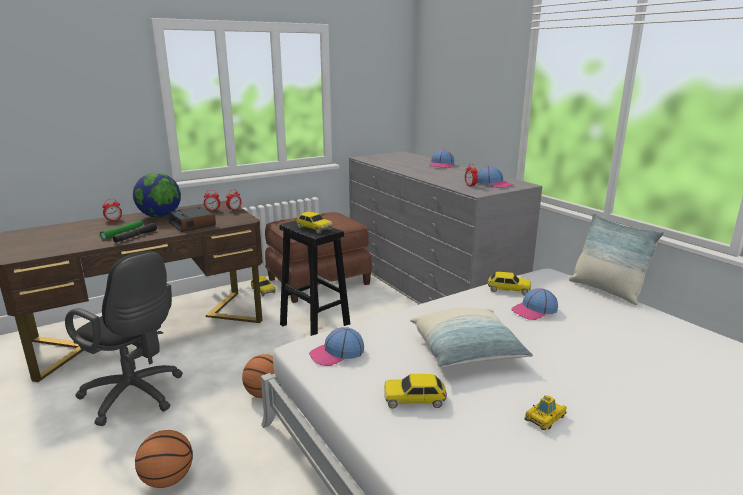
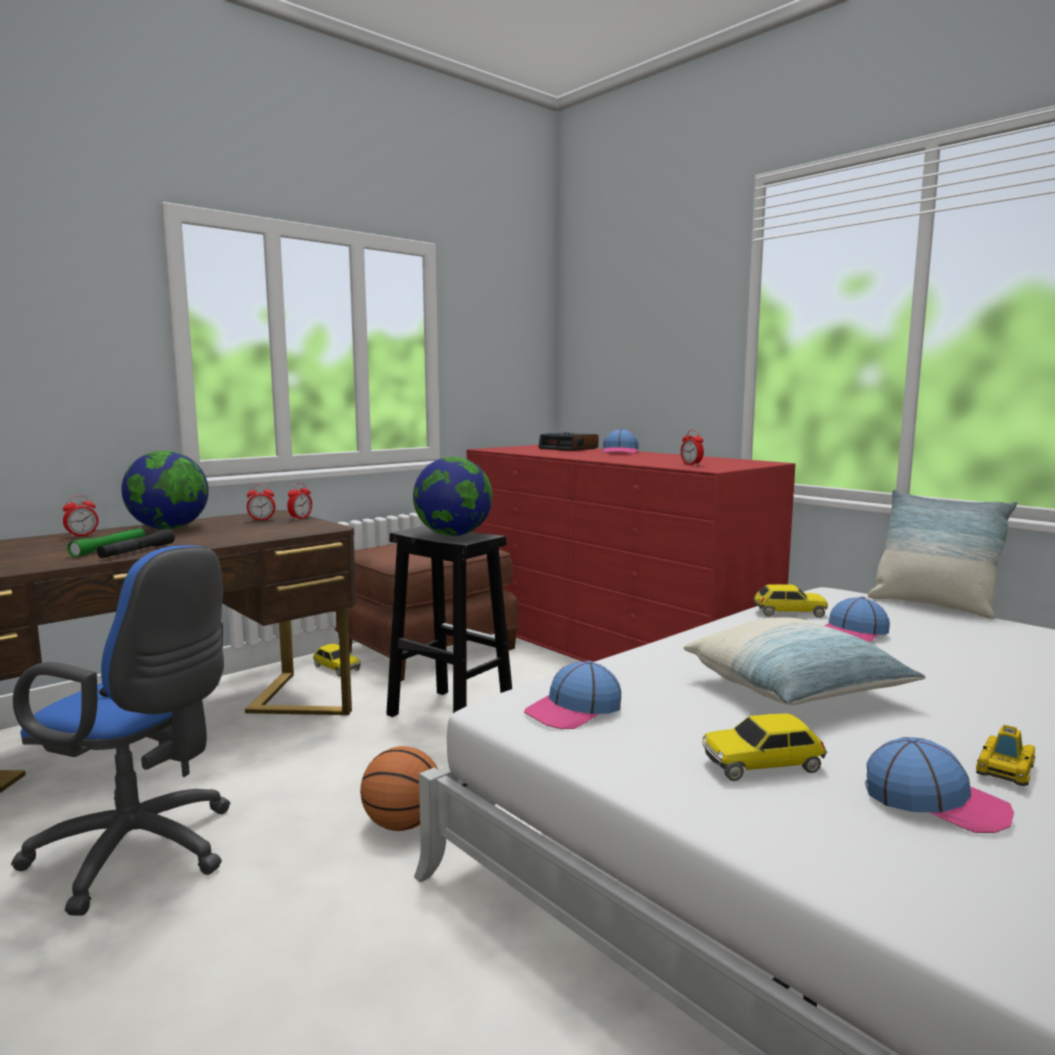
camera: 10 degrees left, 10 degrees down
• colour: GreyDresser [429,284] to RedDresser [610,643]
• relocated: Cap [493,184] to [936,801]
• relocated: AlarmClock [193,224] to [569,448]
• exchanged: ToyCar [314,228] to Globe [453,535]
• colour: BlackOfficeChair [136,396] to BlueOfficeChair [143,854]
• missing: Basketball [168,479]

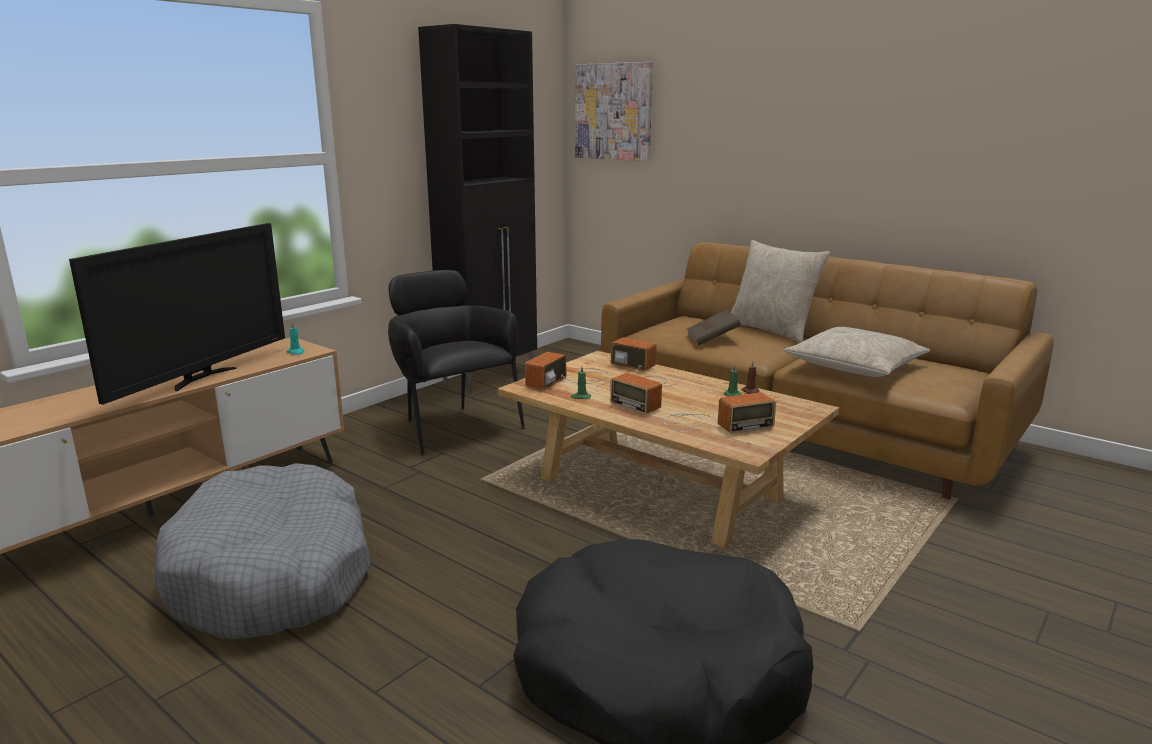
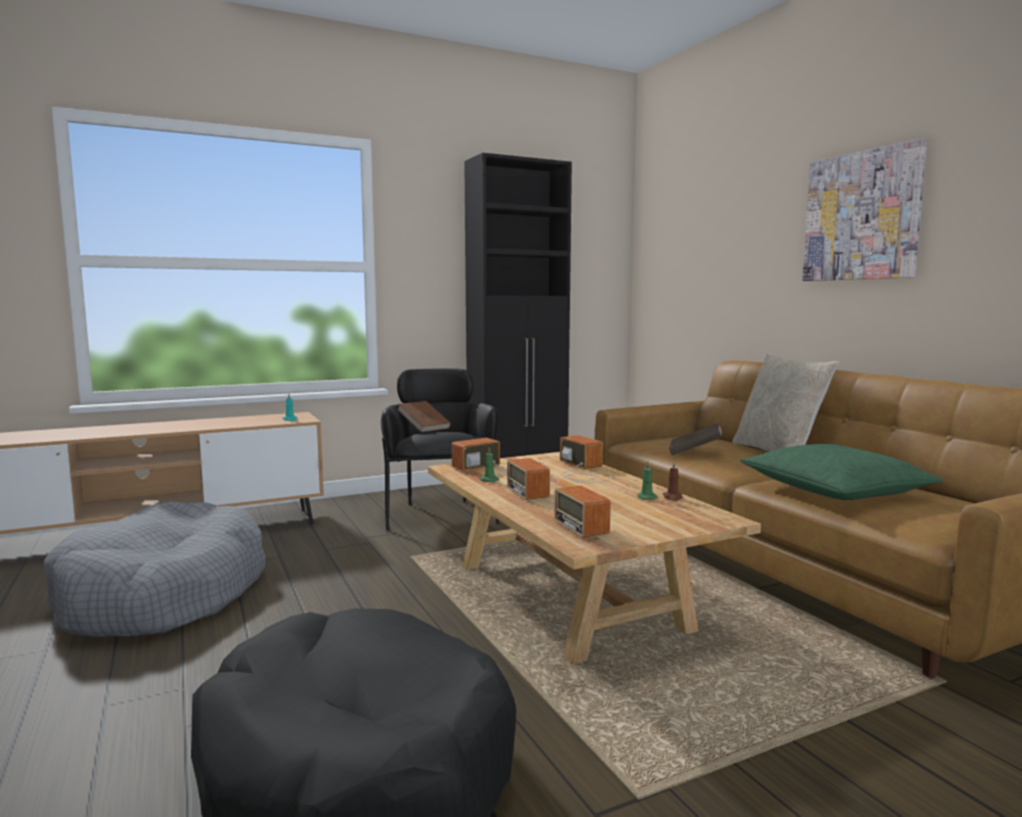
camera: 25 degrees right, 10 degrees down
• relocated: Picture [613,112] to [861,216]
• missing: Television [202,378]
• colour: BeigePillow [855,366] to GreenPillow [834,490]
• spun: Radio [713,424] = [584,517] 60 degrees clockwise
• appeared: BrownBook [424,428]

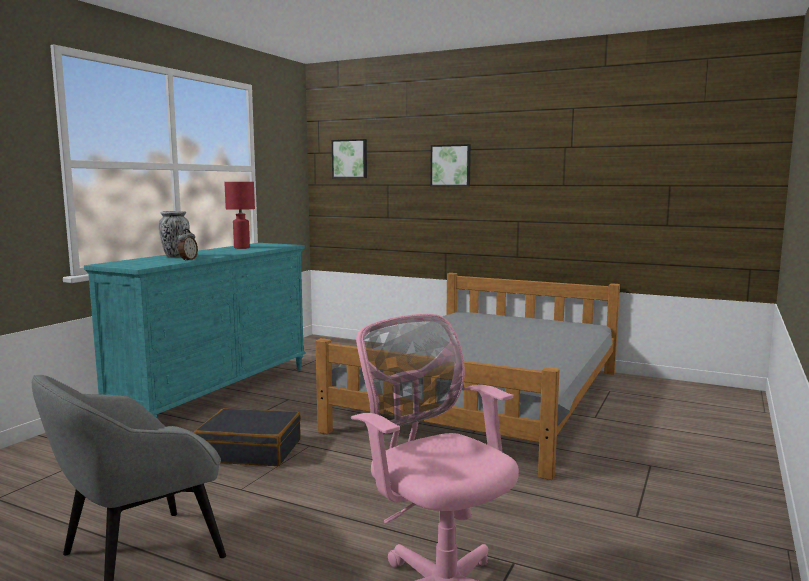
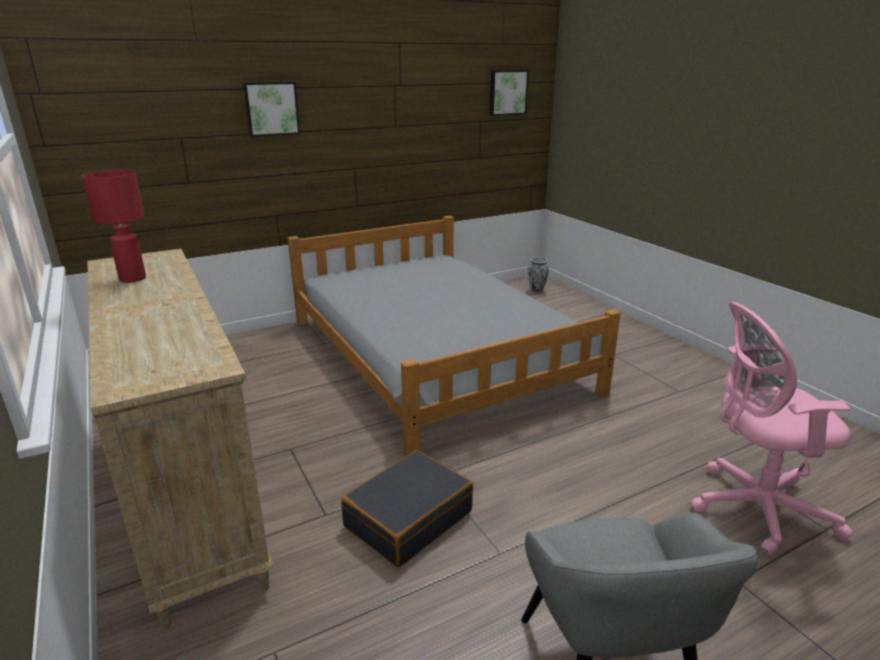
camera: 55 degrees left, 15 degrees up
• relocated: Picture [350,159] to [507,92]
• relocated: Vase [175,256] to [536,290]
• missing: AlarmClock [188,260]
• colour: TurquoiseDresser [217,393] to BeigeDresser [190,492]

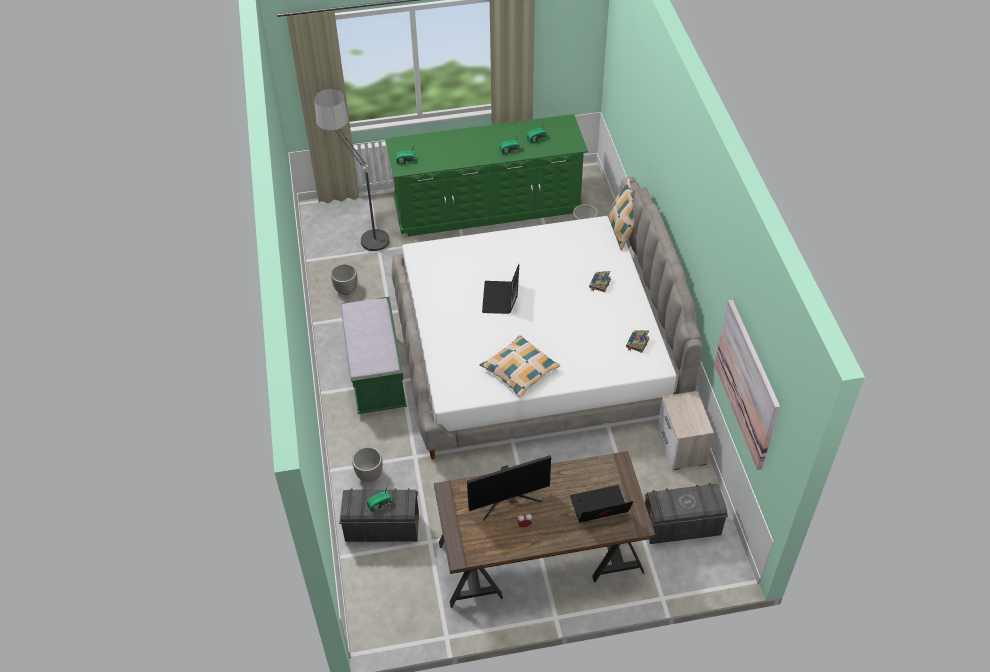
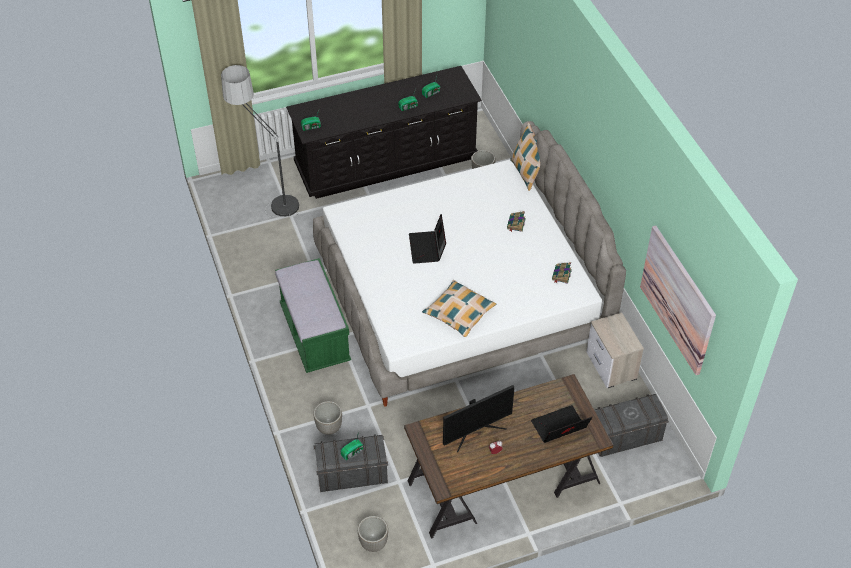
camera: 10 degrees left, 0 degrees up
• colour: GreenDresser [487,207] to BlackDresser [386,162]
• relocated: Planter [346,290] to [373,543]

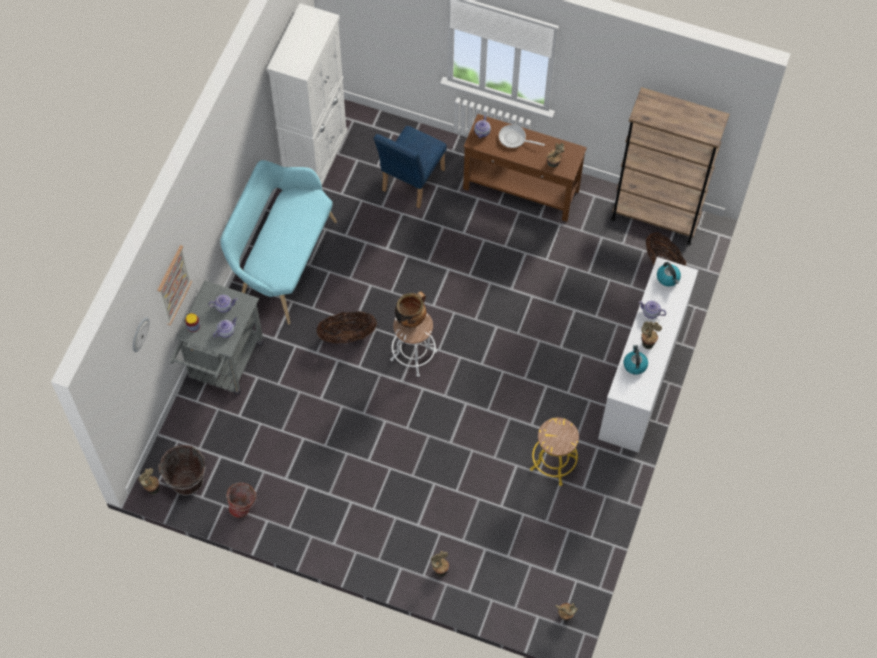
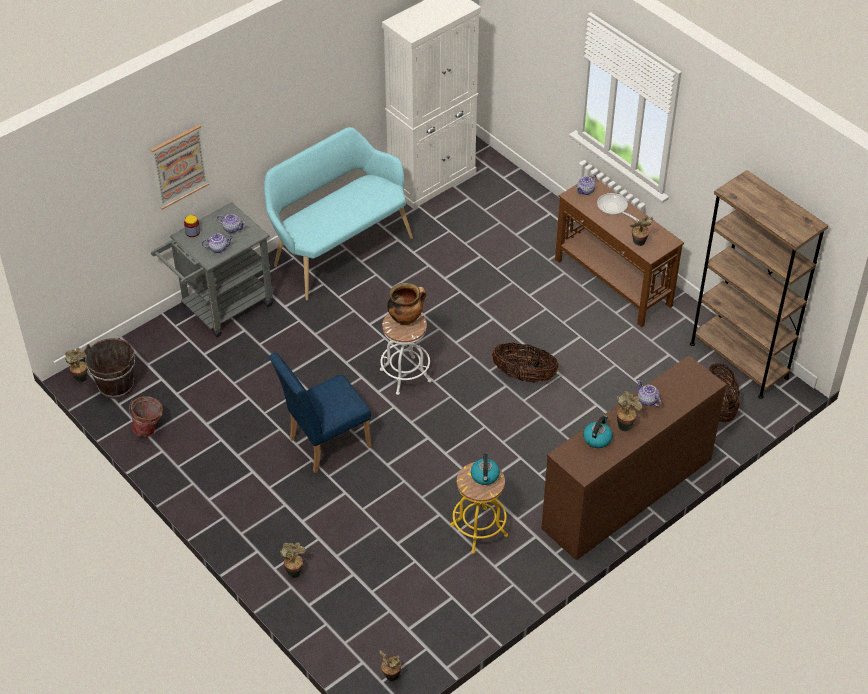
camera: 30 degrees right, 15 degrees down
• relocated: BlueChair [410,183] to [324,444]
• colour: WhiteDresser [641,377] to BrownDresser [627,494]
• relocated: Kettle [668,278] to [485,476]
• relocated: Basket [347,335] to [524,376]
• missing: WallClock [139,334]

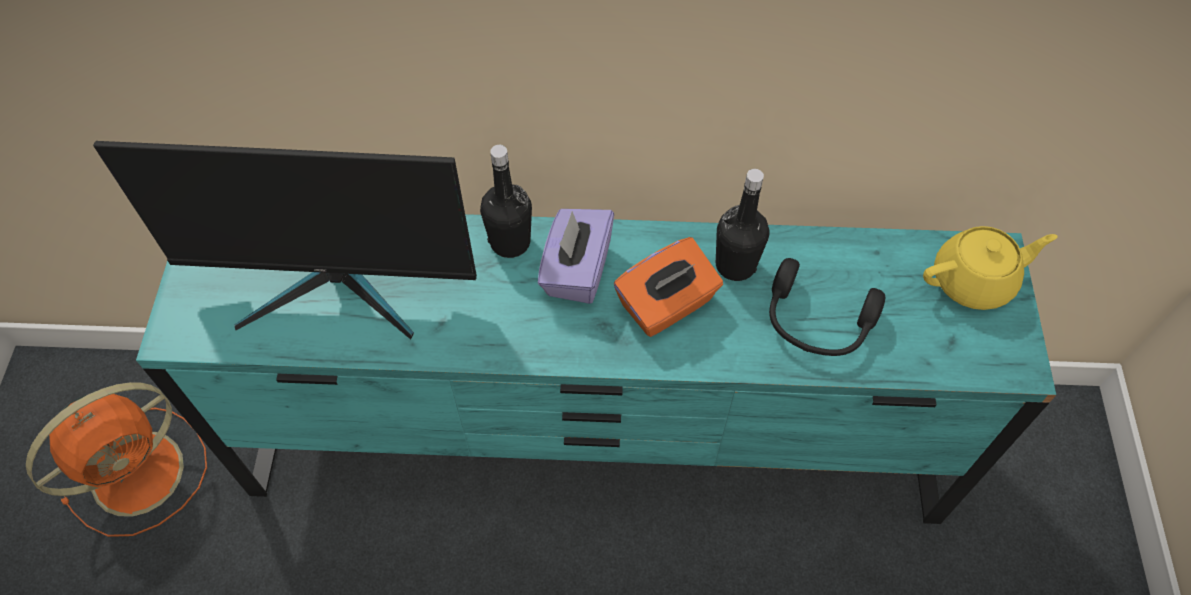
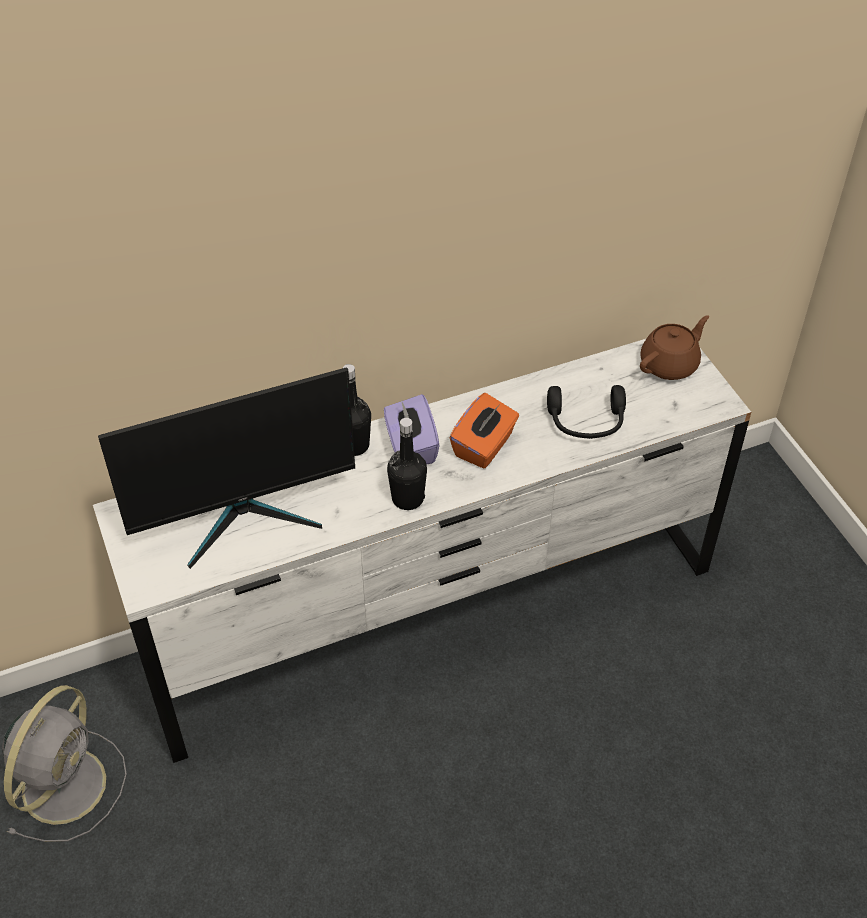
camera: 25 degrees left, 10 degrees down
• relocated: BlackBottle [735,265] to [407,498]
• colour: TurquoiseDresser [595,443] to WhiteDresser [433,615]
• colour: YellowTeapot [974,281] to BrownTeapot [670,364]
• colour: OrangeFan [141,470] to GreyFan [66,782]

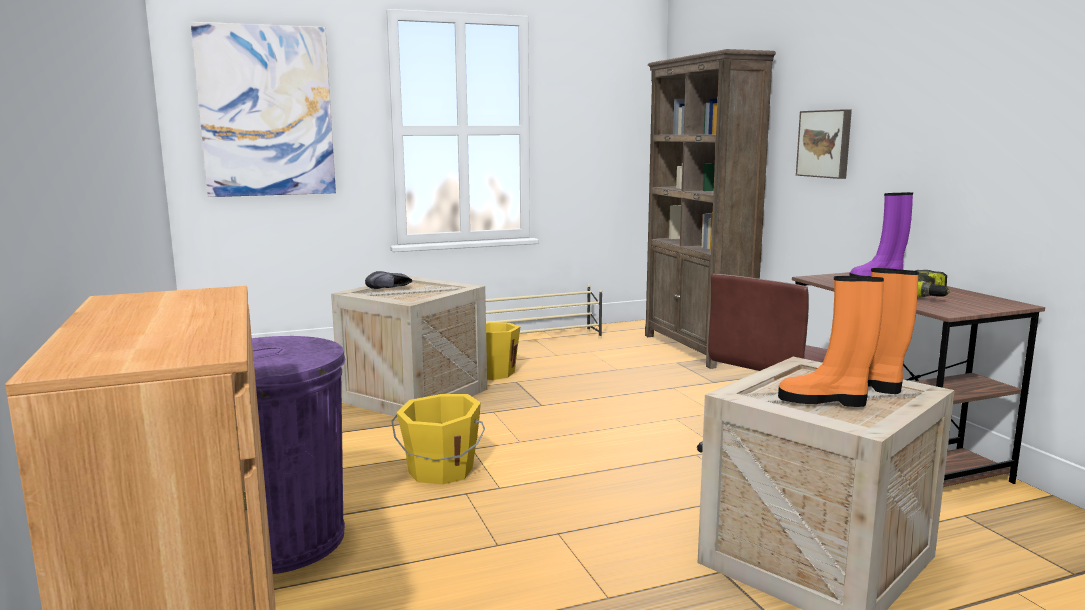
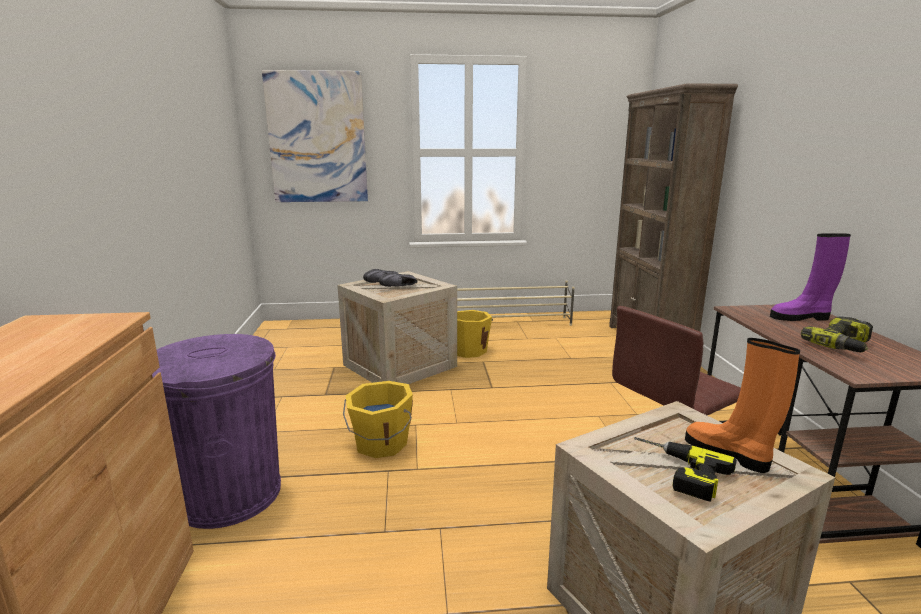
camera: 15 degrees right, 5 degrees up
• missing: Picture [825,143]
• exchanged: OrangeBoot [824,400] to PowerDrill [676,471]
• appeared: BlackShoe [399,287]

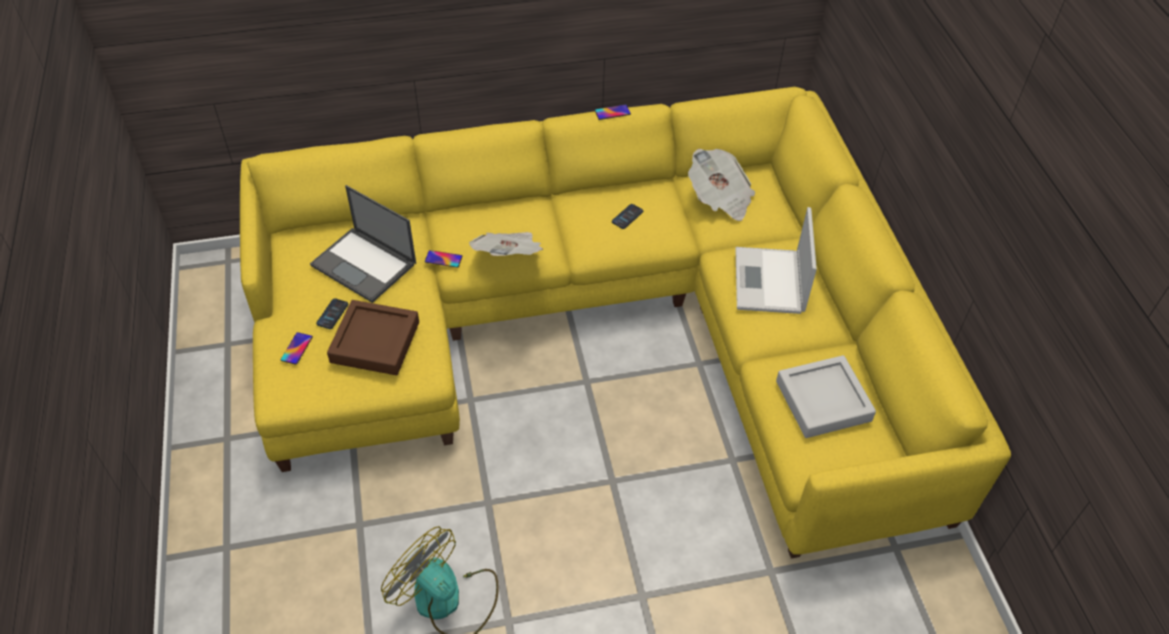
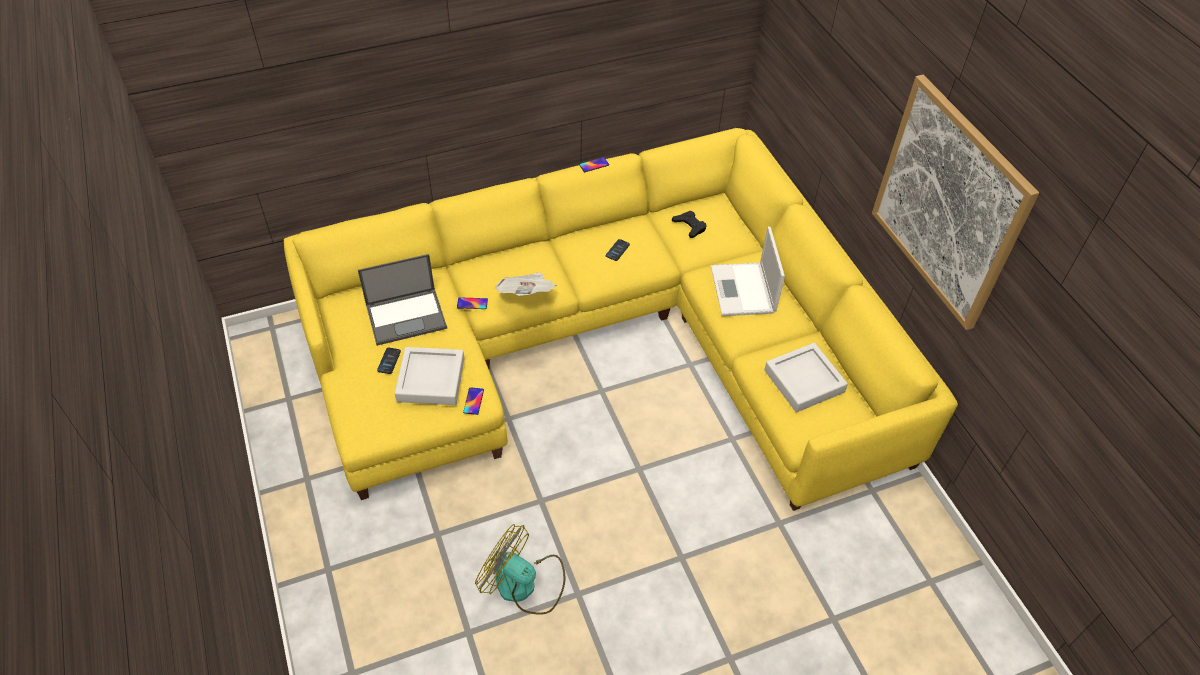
camera: 10 degrees left, 0 degrees up
• exchanged: Newspaper [720,198] to BlackGameController [689,226]
• spun: Laptop [365,265] = [407,316] 45 degrees counterclockwise
• colour: BrownTray [375,342] to GreyTray [431,380]
• relocated: Phone [296,348] to [473,401]
• appeared: Picture [948,203]

